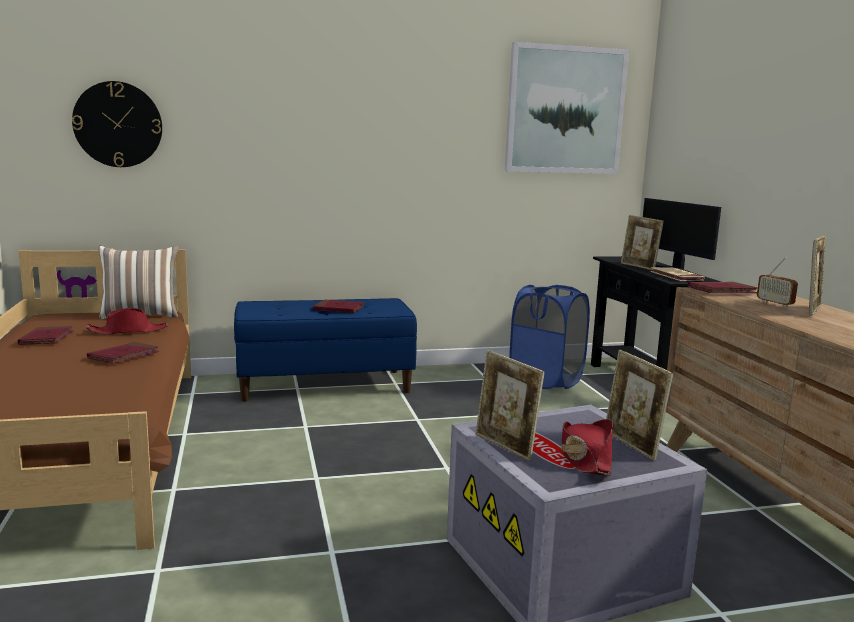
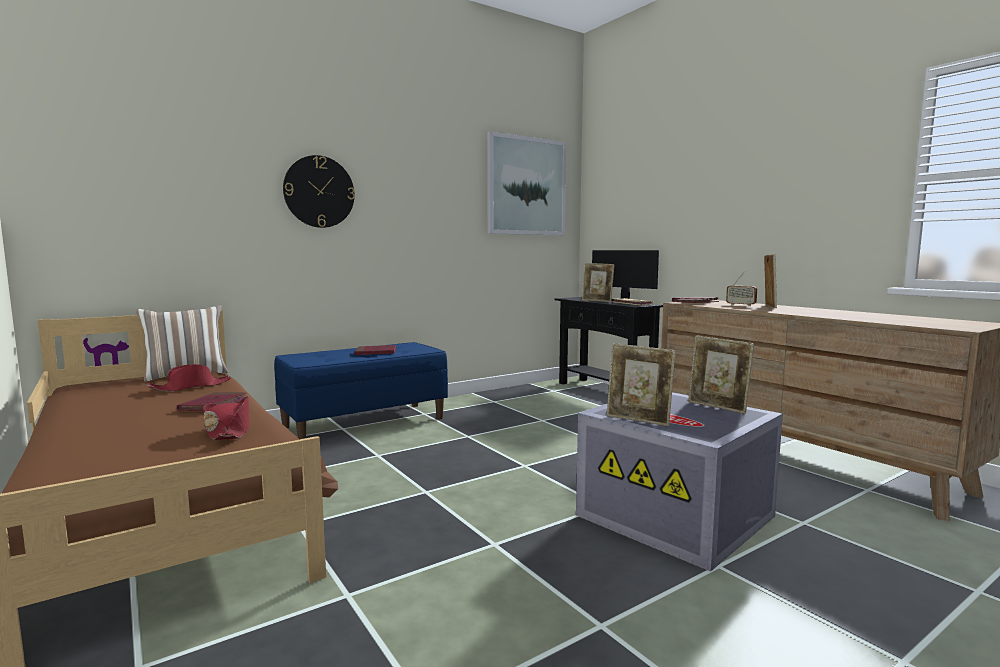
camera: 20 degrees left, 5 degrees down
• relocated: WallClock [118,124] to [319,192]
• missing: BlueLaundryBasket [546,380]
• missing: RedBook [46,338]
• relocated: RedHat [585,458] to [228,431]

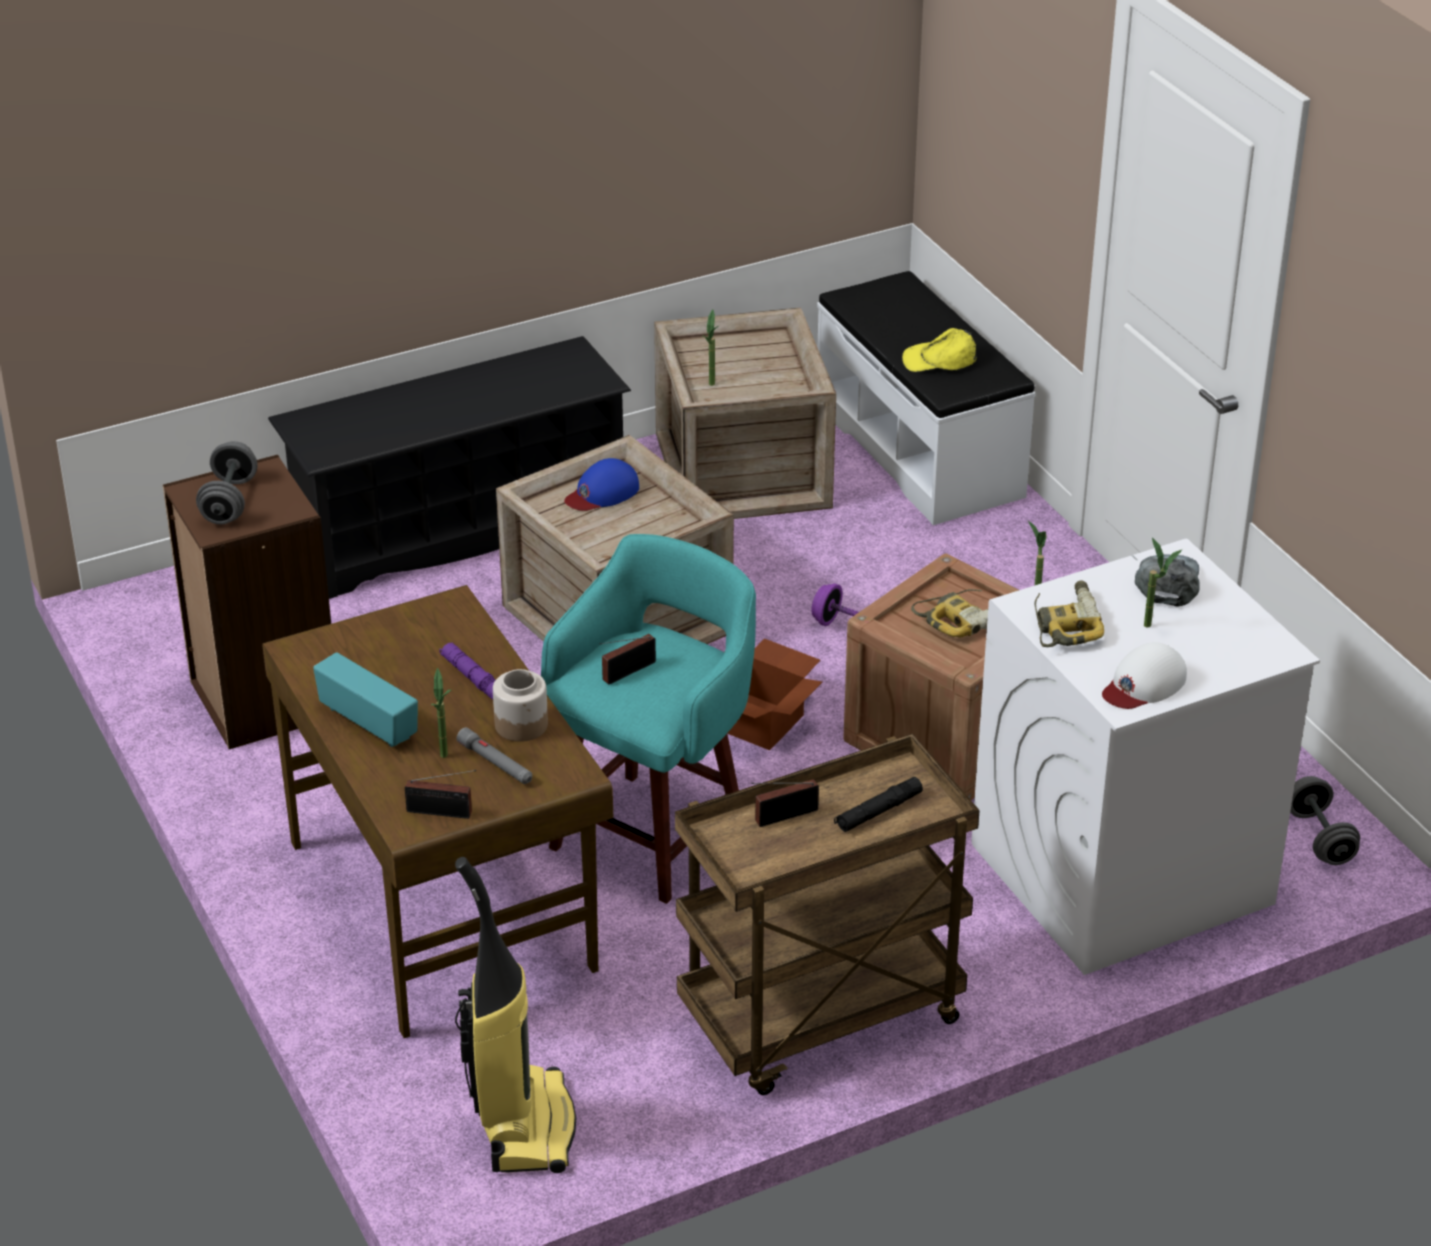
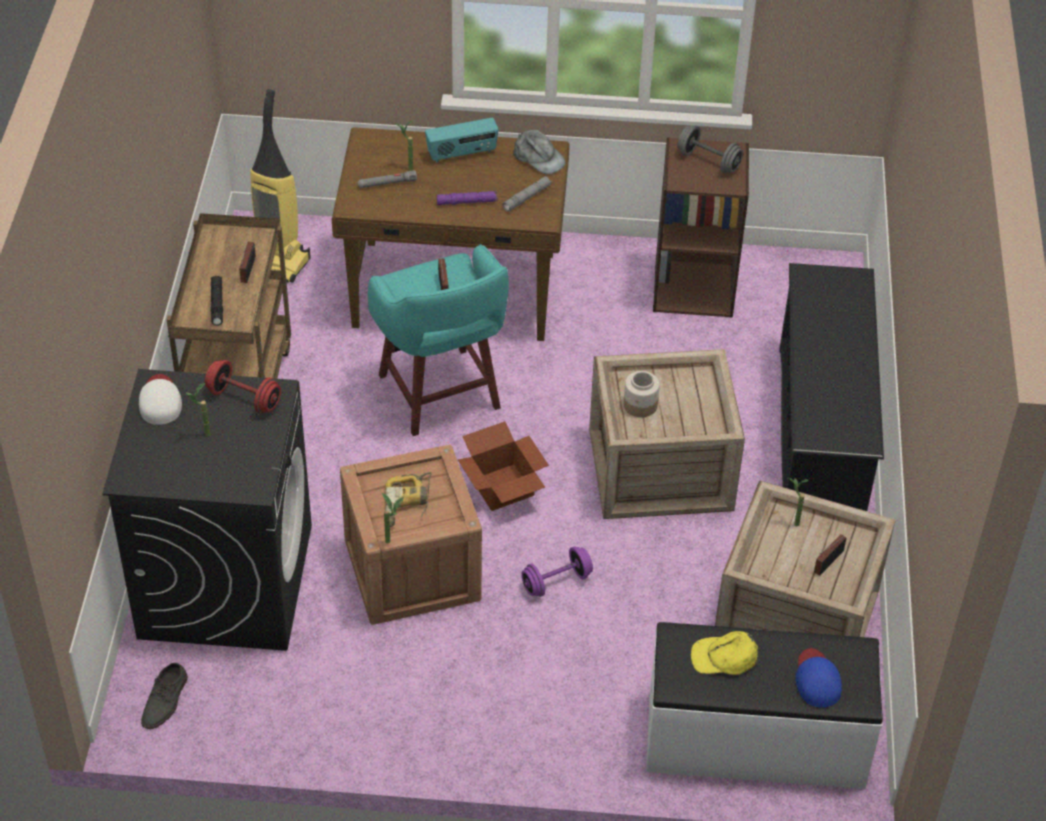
camera: 120 degrees right, 10 degrees up
• spun: YellowCap [939,360] = [724,657] 120 degrees counterclockwise
• relocated: BlueCap [602,493] to [817,680]
• colour: WhiteWashingMachine [1120,875] to BlackWashingMachine [225,580]
• relocated: GreyCap [1167,582] to [538,158]
• exchanged: PowerDrill [1064,623] to RedDumbbell [244,398]
• relocated: Jar [521,724] to [640,405]
• relocated: Radio [443,813] to [826,563]
• exchanged: GreyDumbbell [1320,838] to GreyShoe [165,700]
• appeared: GreyFlashlight [527,197]

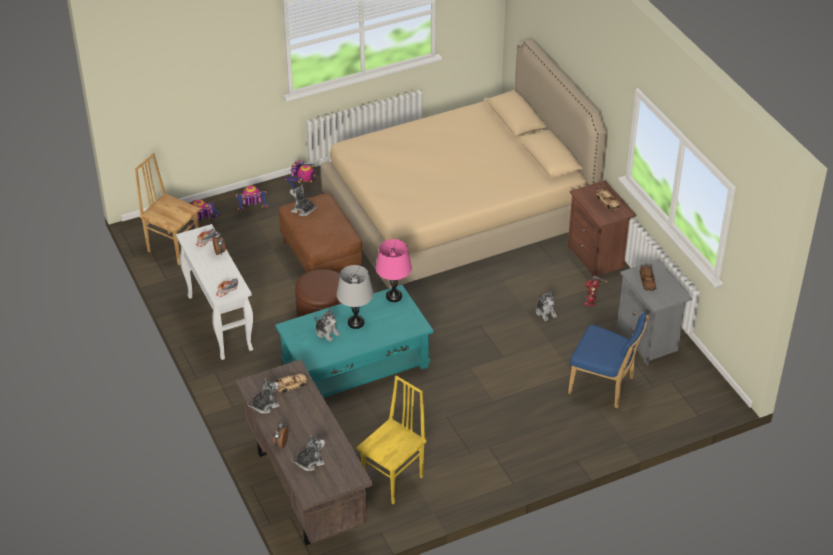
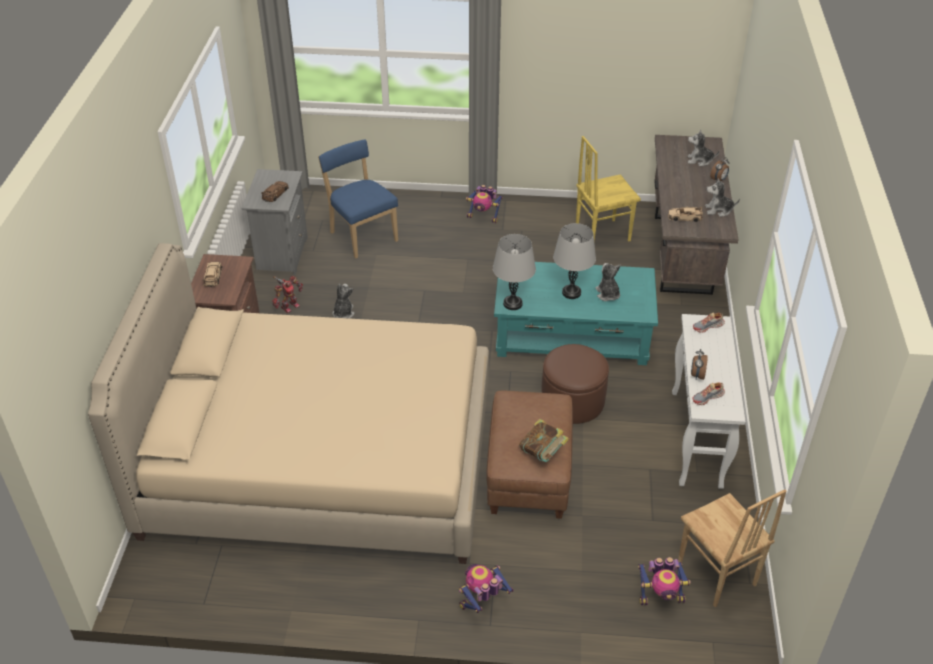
camera: 150 degrees left, 0 degrees up
• exchanged: PlushToy [303,210] to Book [543,453]
• relocated: ToyRobot [252,212] to [483,217]
• colour: PinkTableLamp [394,296] to GreyTableLamp [512,304]

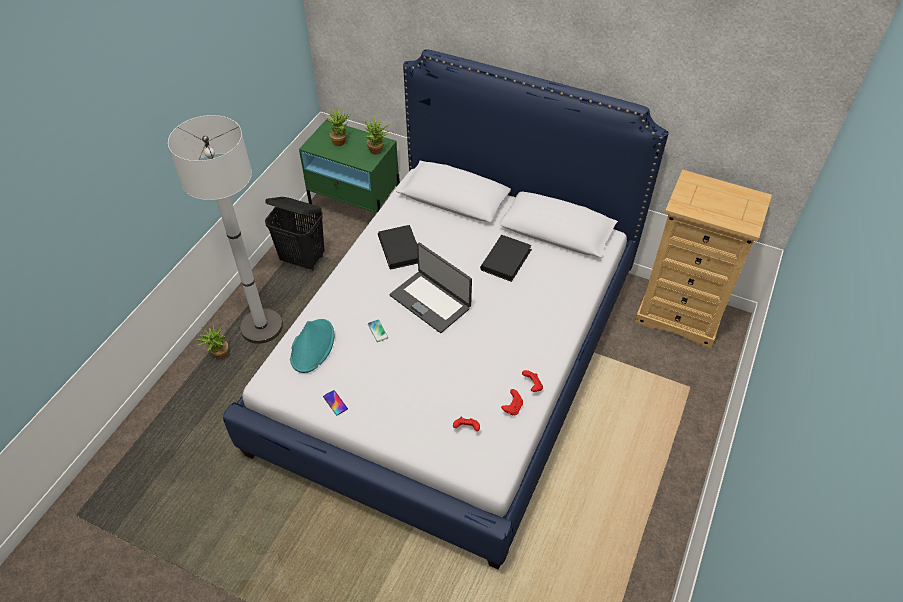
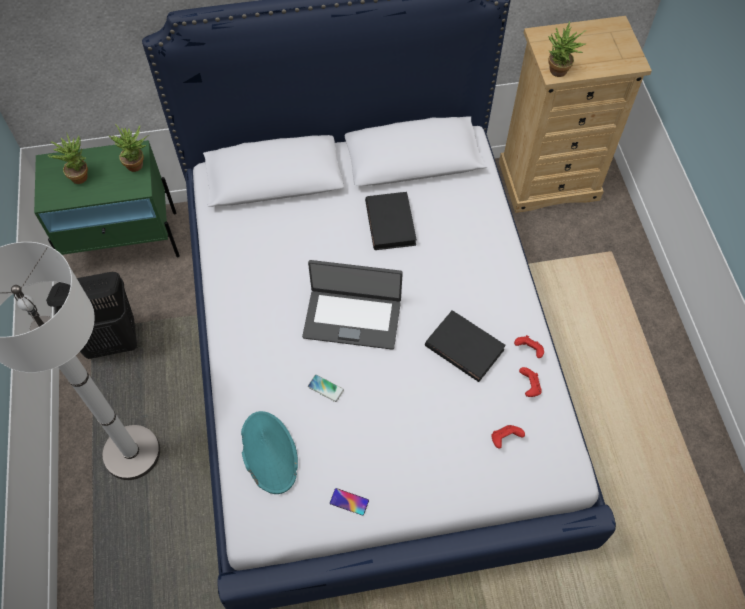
camera: 35 degrees left, 10 degrees up
• relocated: BlackBook [400,249] to [464,347]
• relocated: PottedPlant [218,355] to [557,73]

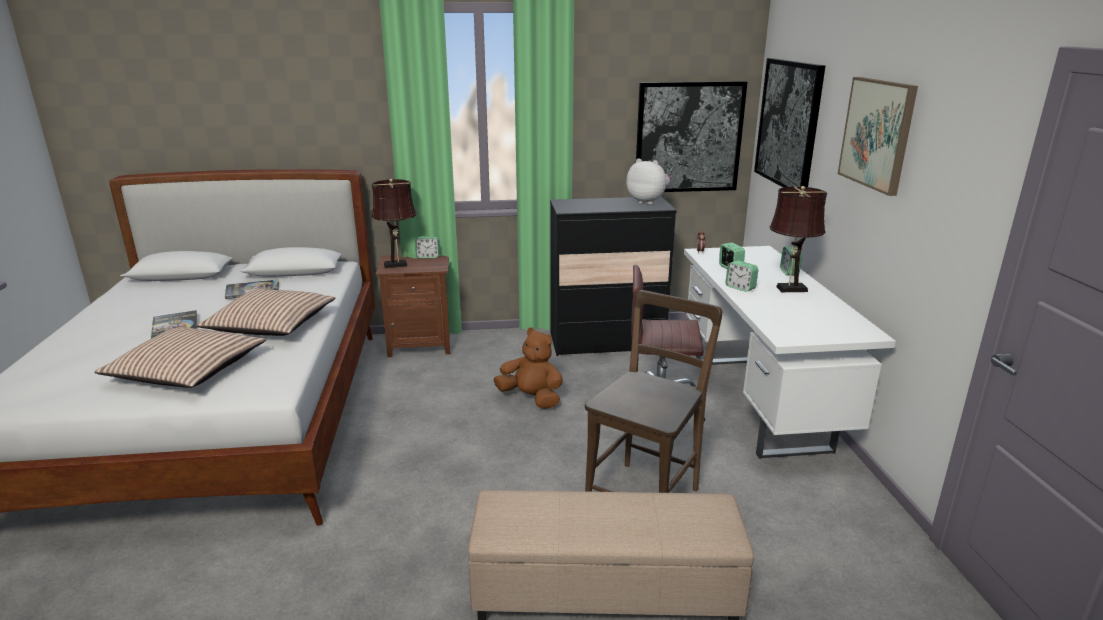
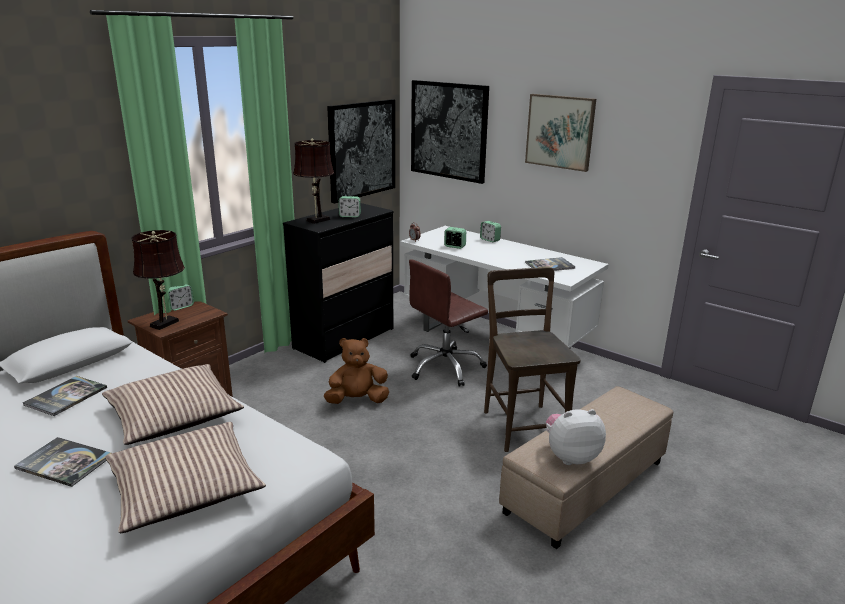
camera: 45 degrees left, 0 degrees up
• relocated: PlushToy [647,202] to [570,456]
• relocated: BrownTableLamp [788,289] to [316,221]
• relocated: AlarmClock [740,288] to [349,216]
• appeared: Book [550,266]

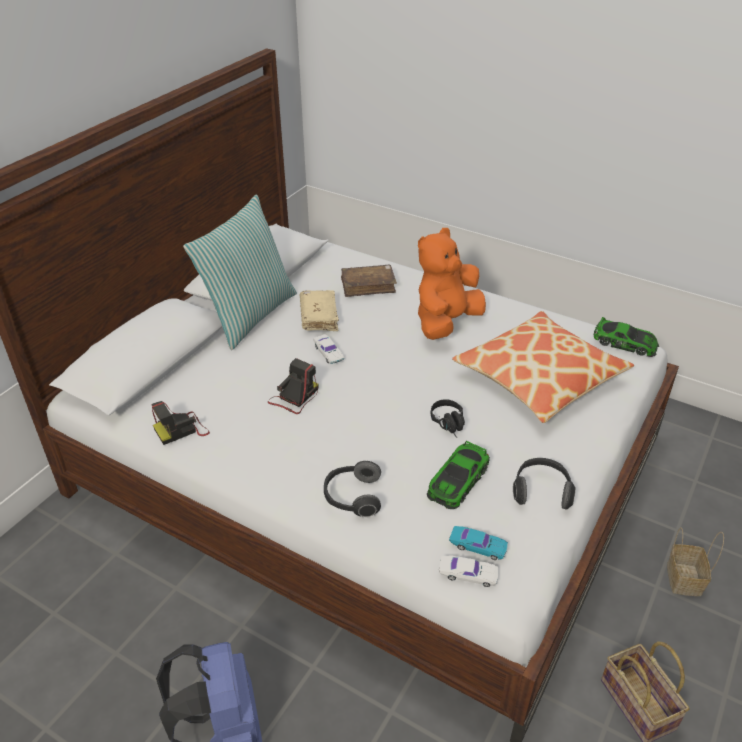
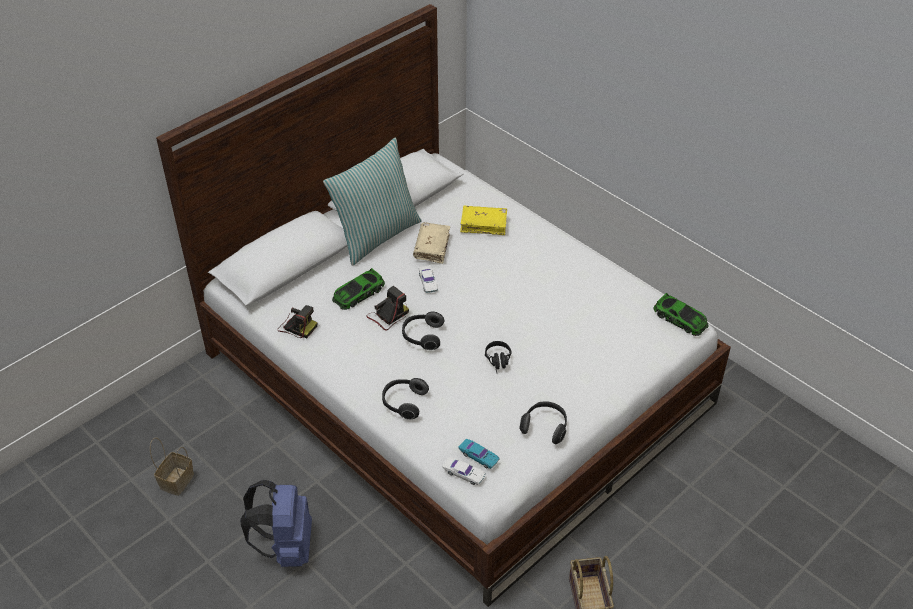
camera: 15 degrees right, 5 degrees up
• missing: OrangePlushToy [446,322]
• colour: BrownBook [368,286] to YellowBook [483,224]
• missing: Pillow [539,377]
• spun: PhotoCamera [182,429] = [297,326] 135 degrees counterclockwise
• relocated: ToyCar [458,480] to [358,293]
• relocated: Basket [682,578] to [177,480]
• appeared: Headphones [422,336]

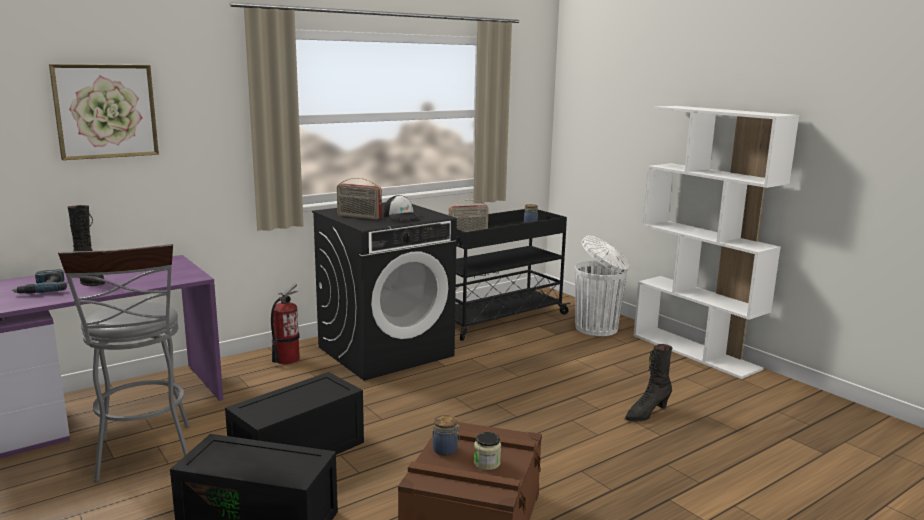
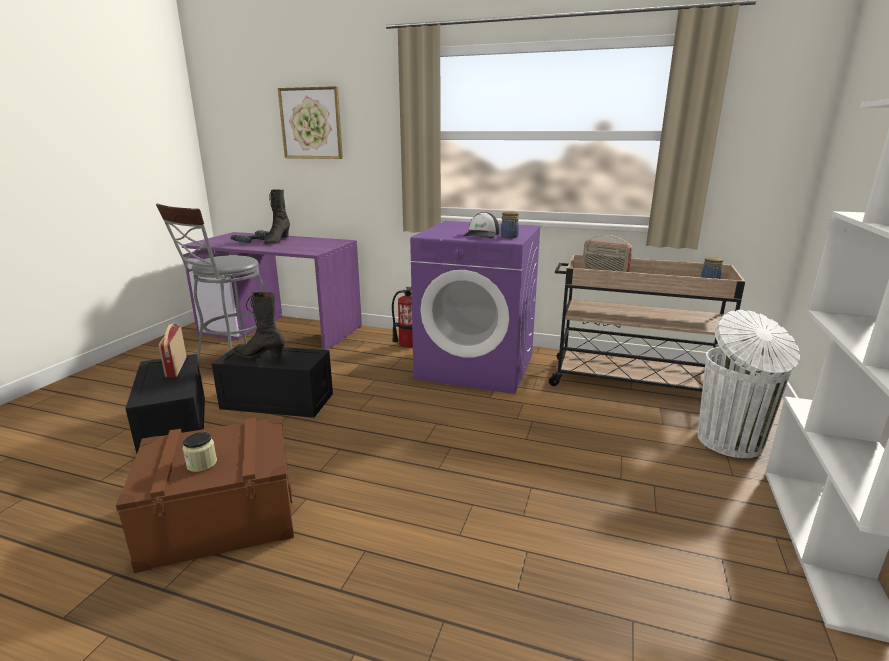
camera: 55 degrees right, 5 degrees up
• relocated: Radio [359,217] to [175,367]
• colour: BlackWashingMachine [386,351] to PurpleWashingMachine [476,366]
• colour: BlackCart [496,318] to BeigeCart [631,382]
• relocated: BlackBoot [646,413] to [260,356]
• relocated: Jar [446,450] to [509,237]

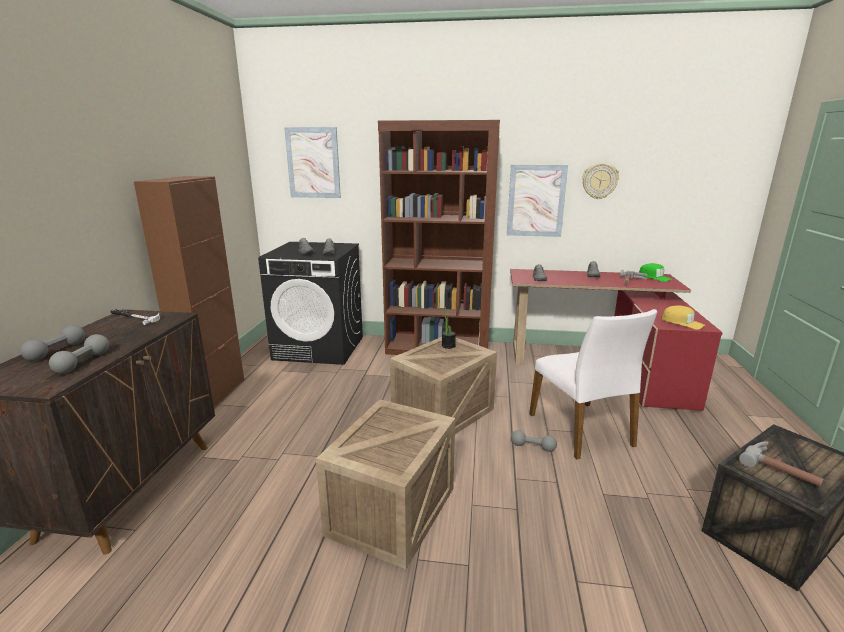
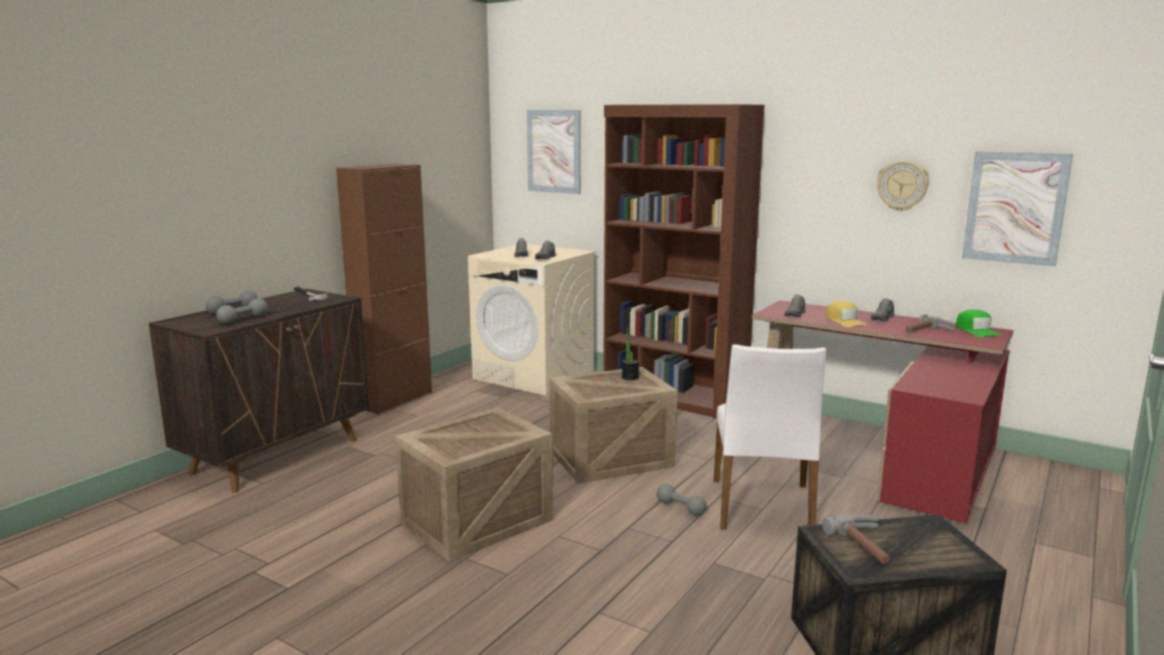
camera: 25 degrees right, 5 degrees down
• relocated: Picture [536,201] to [1015,208]
• colour: BlackWashingMachine [320,348] to BeigeWashingMachine [534,376]
• relocated: YellowCap [682,322] to [844,321]

